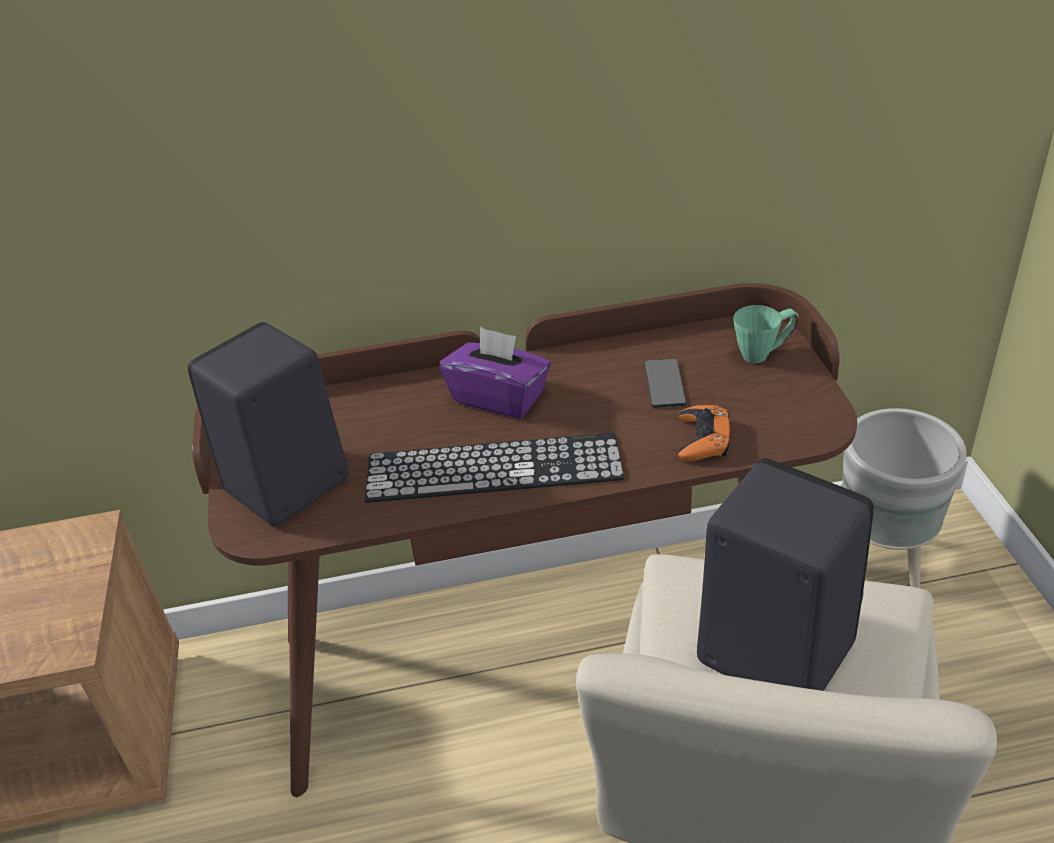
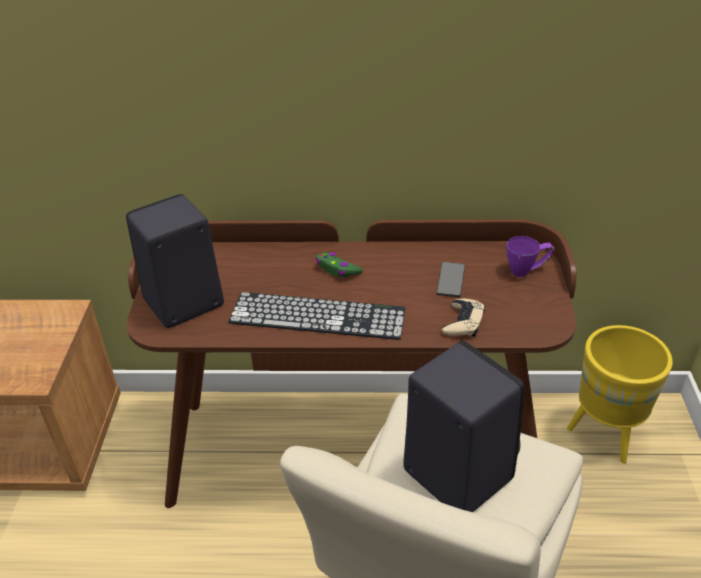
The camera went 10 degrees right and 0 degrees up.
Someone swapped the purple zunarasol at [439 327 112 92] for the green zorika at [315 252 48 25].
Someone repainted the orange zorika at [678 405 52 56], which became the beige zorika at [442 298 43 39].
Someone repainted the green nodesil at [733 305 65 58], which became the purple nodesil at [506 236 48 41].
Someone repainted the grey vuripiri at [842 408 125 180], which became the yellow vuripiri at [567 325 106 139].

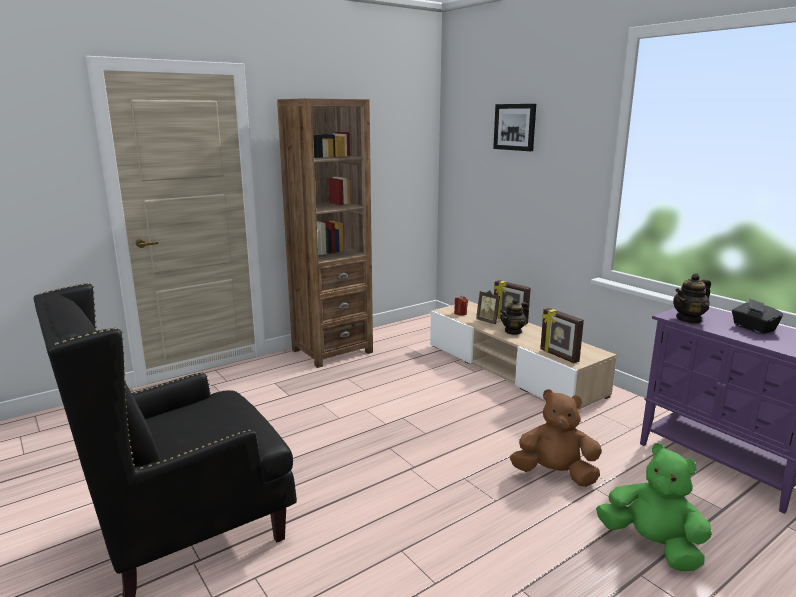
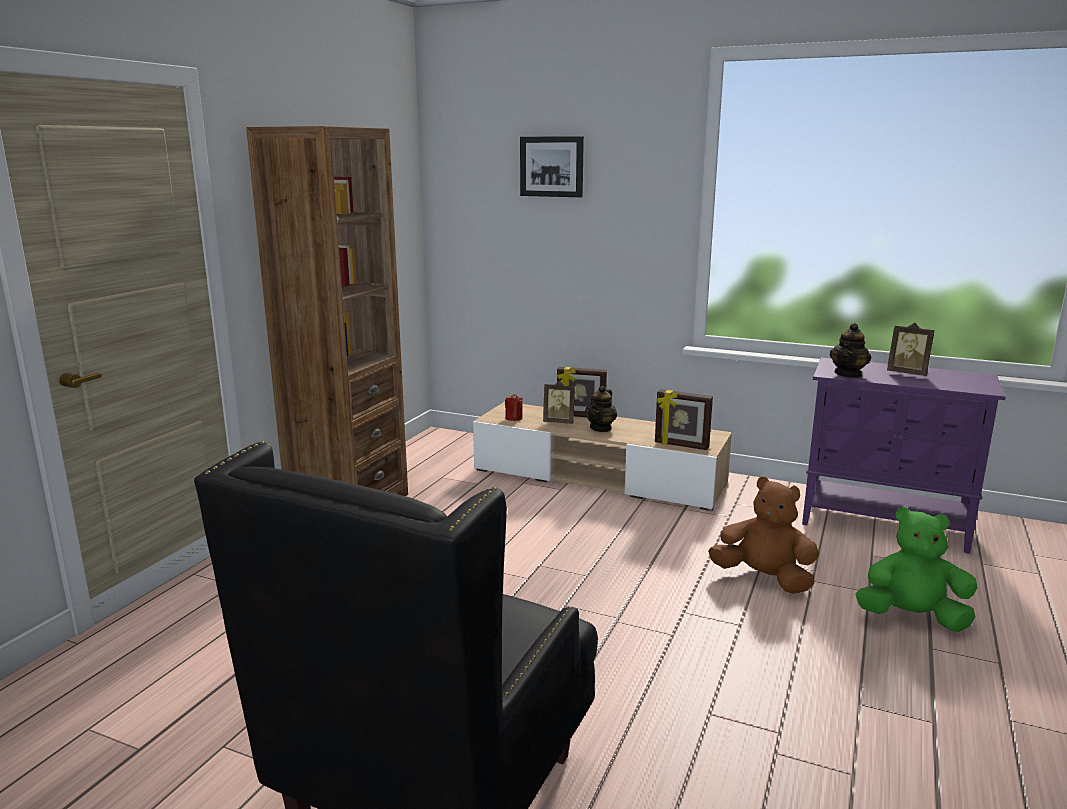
The camera went 30 degrees left and 0 degrees up.
Someone rotated the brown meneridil at [510 389 92 98] by 45 degrees clockwise.
Someone swapped the black zunarasol at [732 298 51 36] for the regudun at [887 323 48 53].

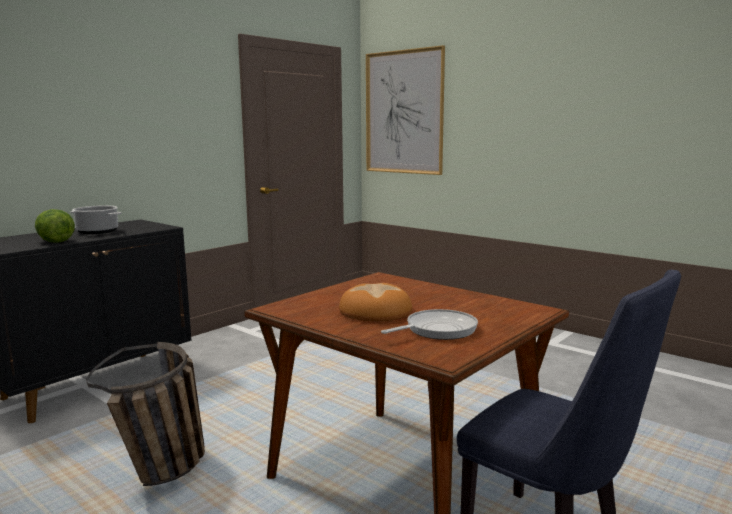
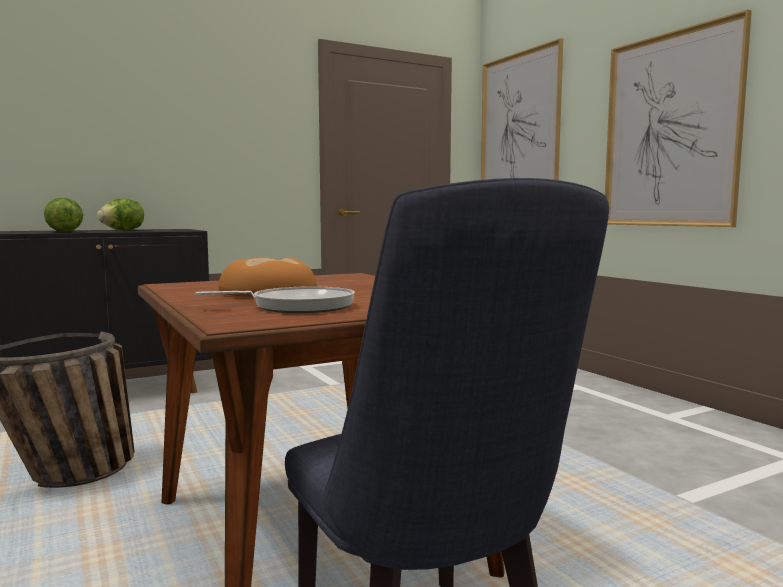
The camera went 20 degrees right and 5 degrees down.
Someone swapped the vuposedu at [70 205 52 29] for the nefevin at [97 199 47 32].
Someone put up the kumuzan at [605 9 147 218].

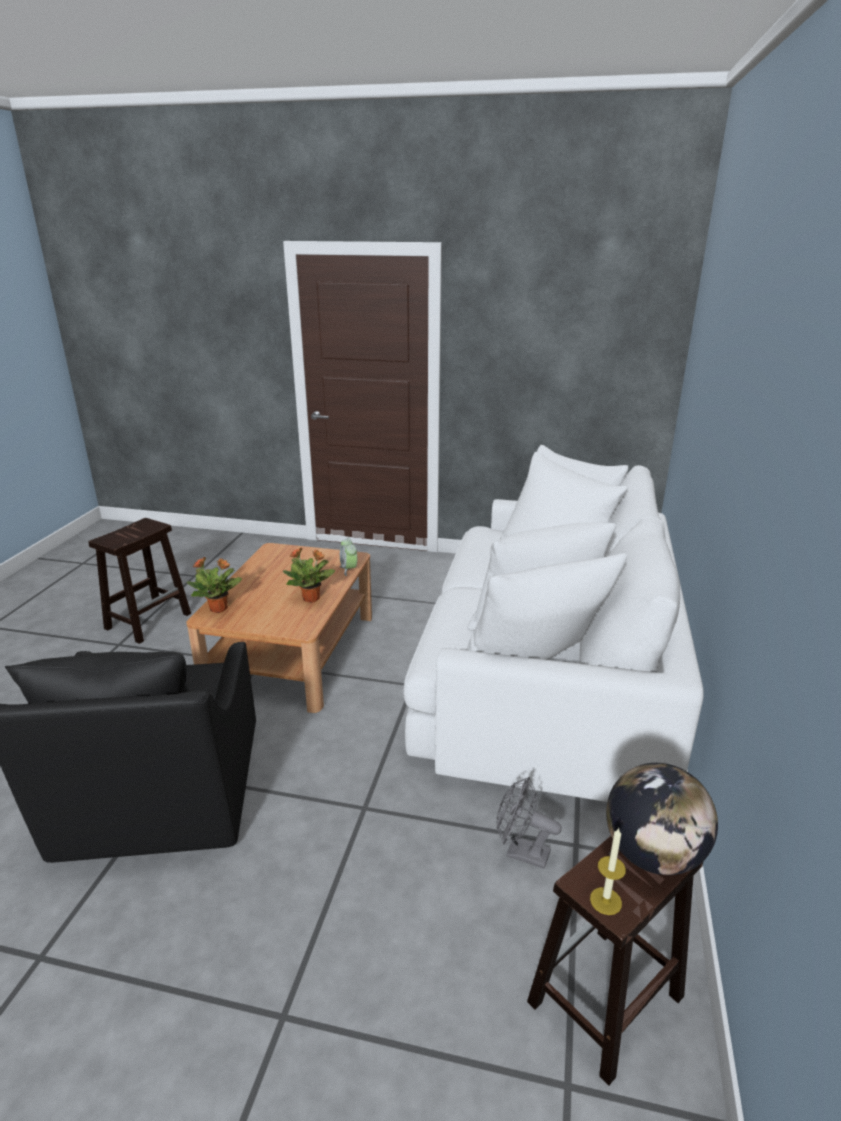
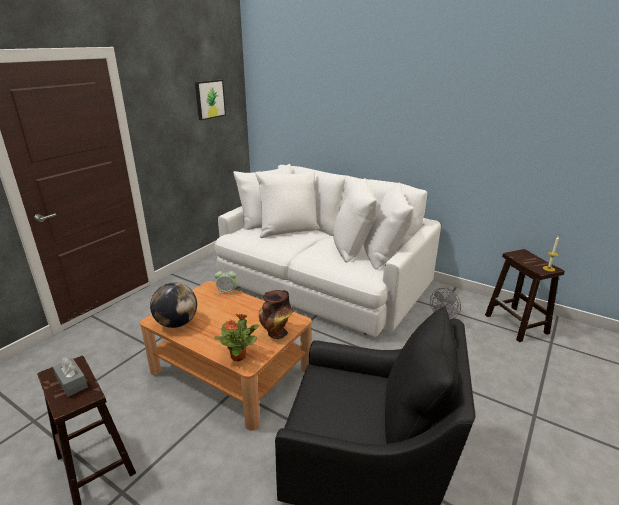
The camera went 70 degrees left and 0 degrees up.
Someone put down the grey zunarasol at [53 357 35 40].
Someone carried the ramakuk from [606 763 112 112] to [150 283 47 45].
Someone put up the kumuzan at [195 80 31 40].
Someone put down the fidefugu at [259 290 34 49].
Someone took away the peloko at [283 547 52 56].

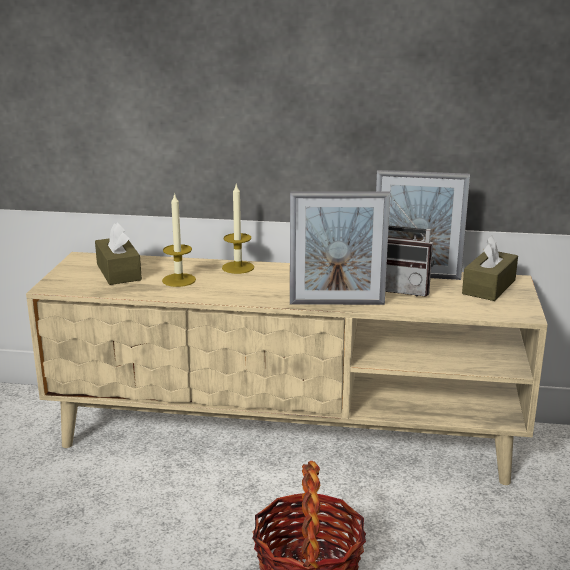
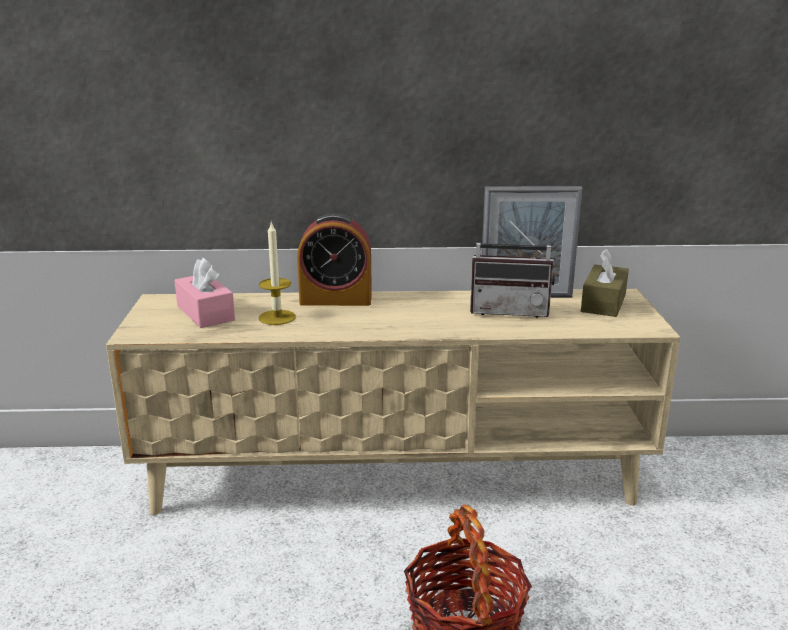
The camera went 10 degrees left and 0 degrees up.
Someone repainted the brown zunarasol at [95 223 47 62], which became the pink zunarasol at [174 258 61 70].
Someone swapped the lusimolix at [222 185 32 89] for the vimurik at [297 213 75 93].
Someone took away the regudun at [290 191 100 114].

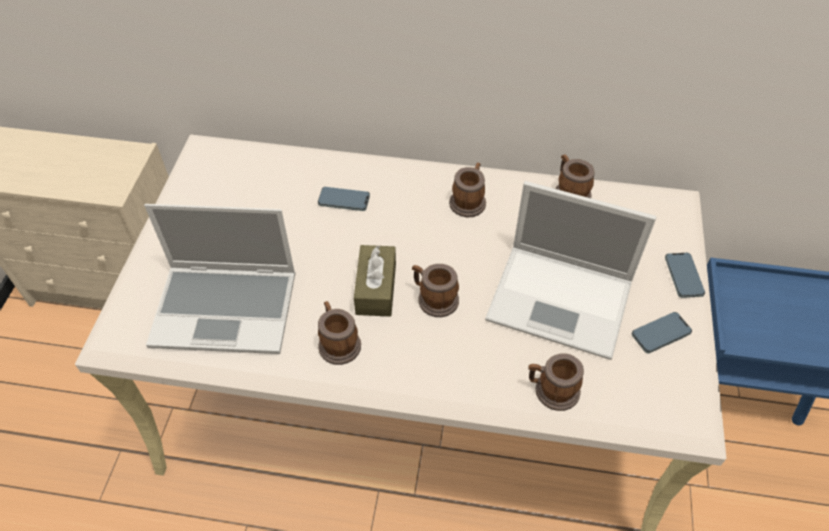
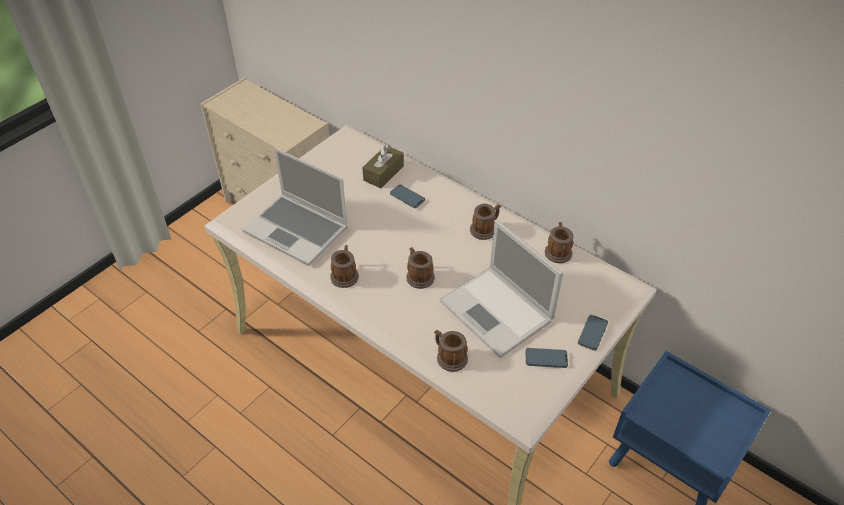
The camera went 30 degrees right and 5 degrees down.
Someone carried the brown zunarasol from [354 245 42 72] to [362 145 42 43].

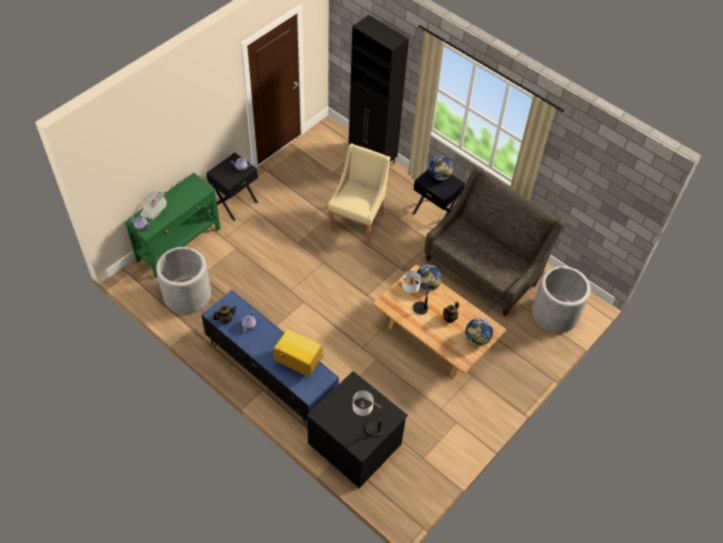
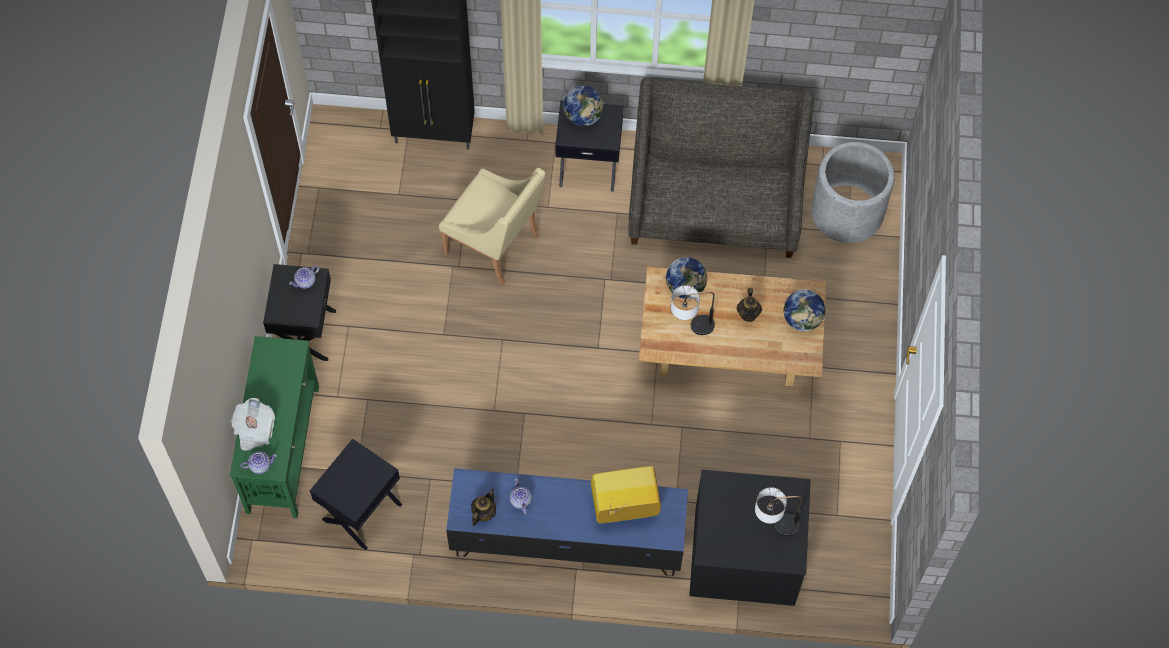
The camera went 35 degrees left and 10 degrees up.
Someone swapped the grey vuripiri at [156 247 55 67] for the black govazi at [310 439 92 111].
Someone rotated the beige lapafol at [328 143 63 101] by 135 degrees clockwise.

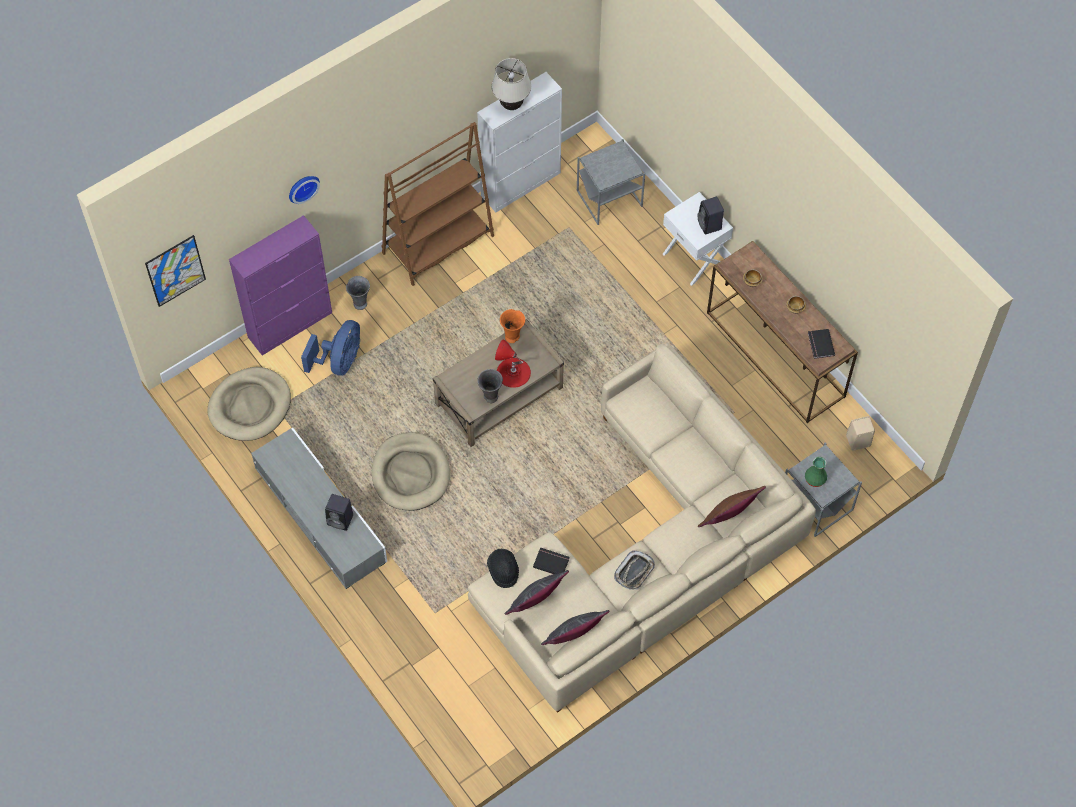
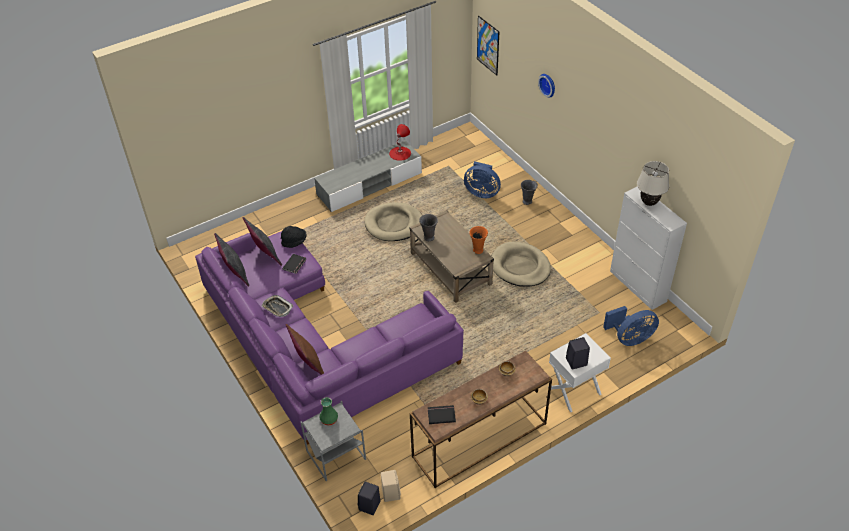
The camera went 95 degrees right and 15 degrees down.
Someone repainted the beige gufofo at [468 343 348 370], which became the purple gufofo at [195 231 269 214].
Someone carried the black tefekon from [325 494 28 37] to [358 481 23 34].
Someone carried the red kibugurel from [495 340 36 48] to [389 124 22 37].
Someone carried the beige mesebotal from [208 367 83 74] to [492 242 59 45].
Someone swapped the grey govazi at [577 139 68 86] for the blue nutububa at [603 306 56 40].
Someone took away the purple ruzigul at [229 215 103 140].
Someone took away the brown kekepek at [382 122 112 164].

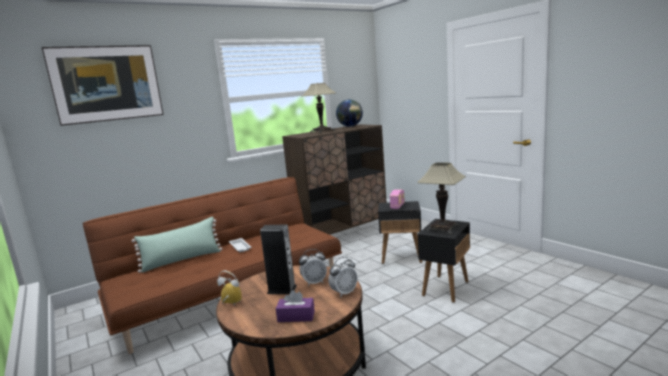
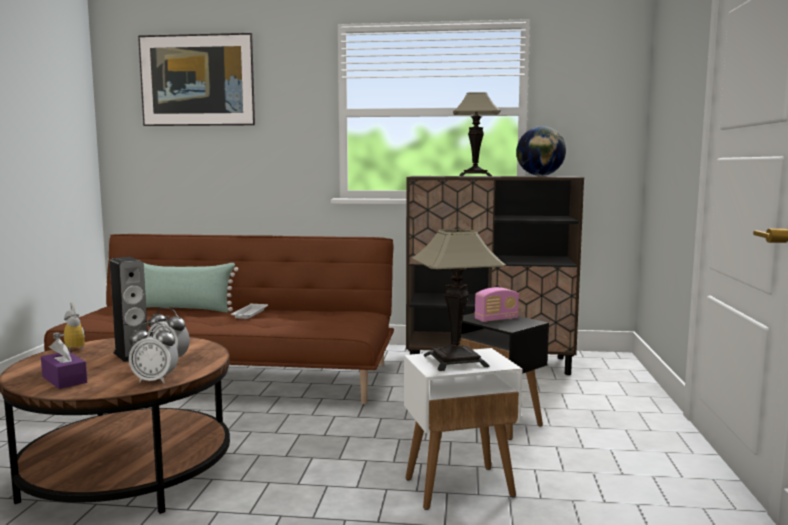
The camera went 40 degrees right and 5 degrees down.
Someone repainted the black govazi at [418 219 52 84], which became the white govazi at [404 348 118 162].

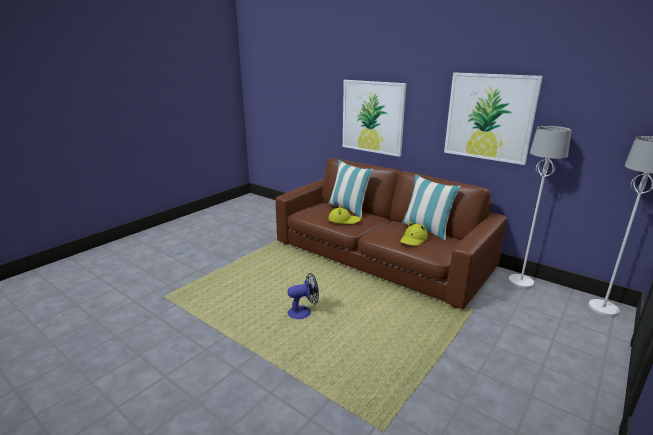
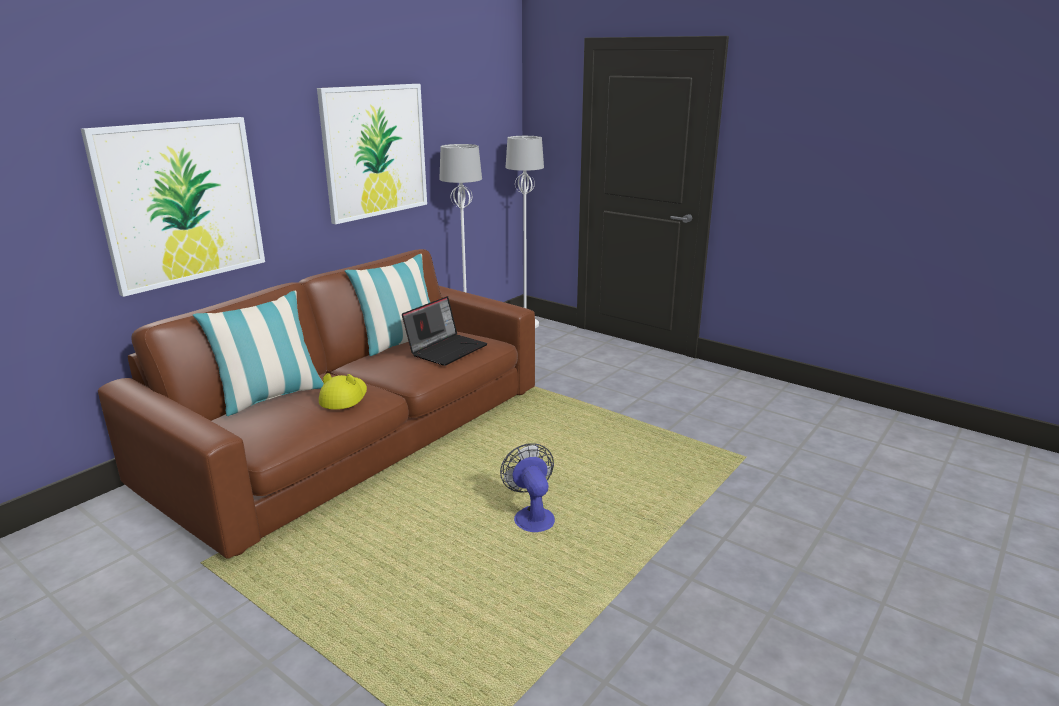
The camera went 90 degrees left and 0 degrees up.
Someone swapped the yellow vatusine at [400 222 28 24] for the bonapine at [402 296 86 70].

